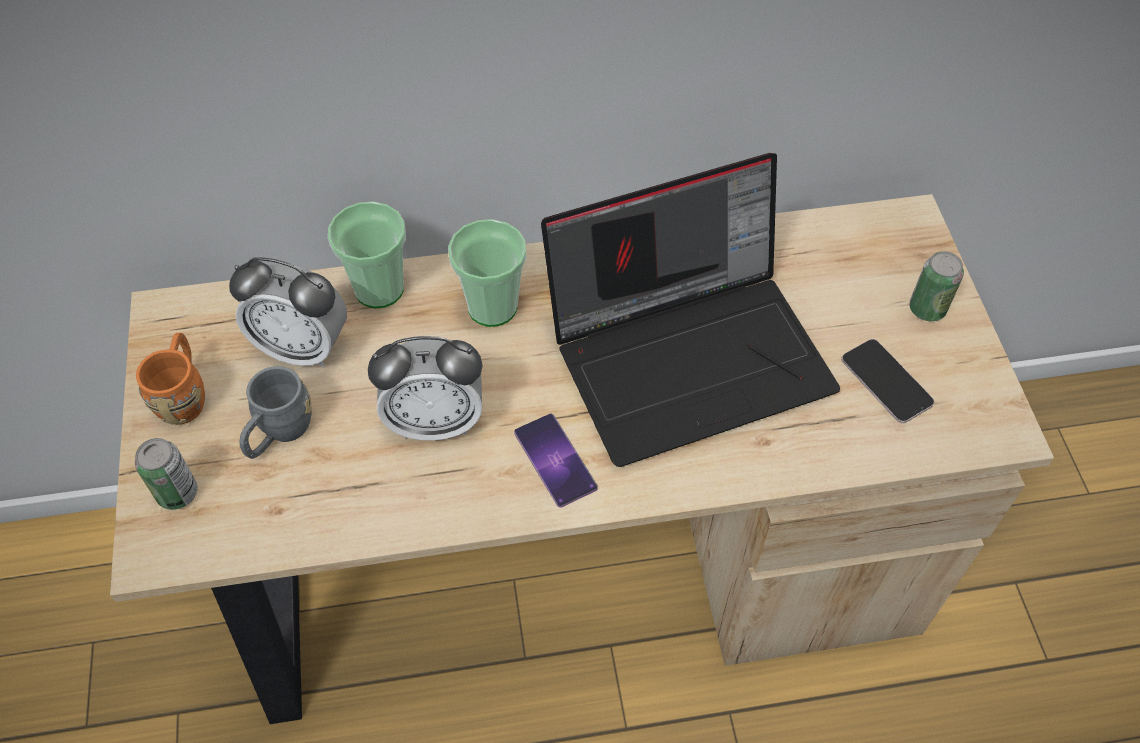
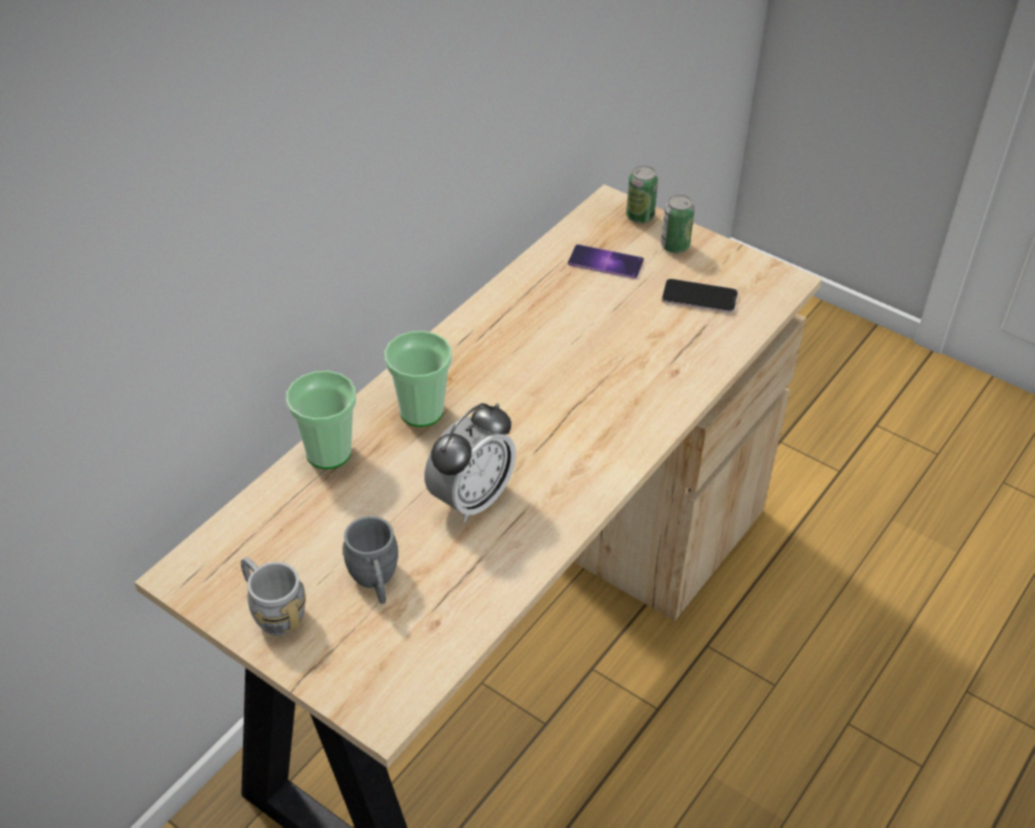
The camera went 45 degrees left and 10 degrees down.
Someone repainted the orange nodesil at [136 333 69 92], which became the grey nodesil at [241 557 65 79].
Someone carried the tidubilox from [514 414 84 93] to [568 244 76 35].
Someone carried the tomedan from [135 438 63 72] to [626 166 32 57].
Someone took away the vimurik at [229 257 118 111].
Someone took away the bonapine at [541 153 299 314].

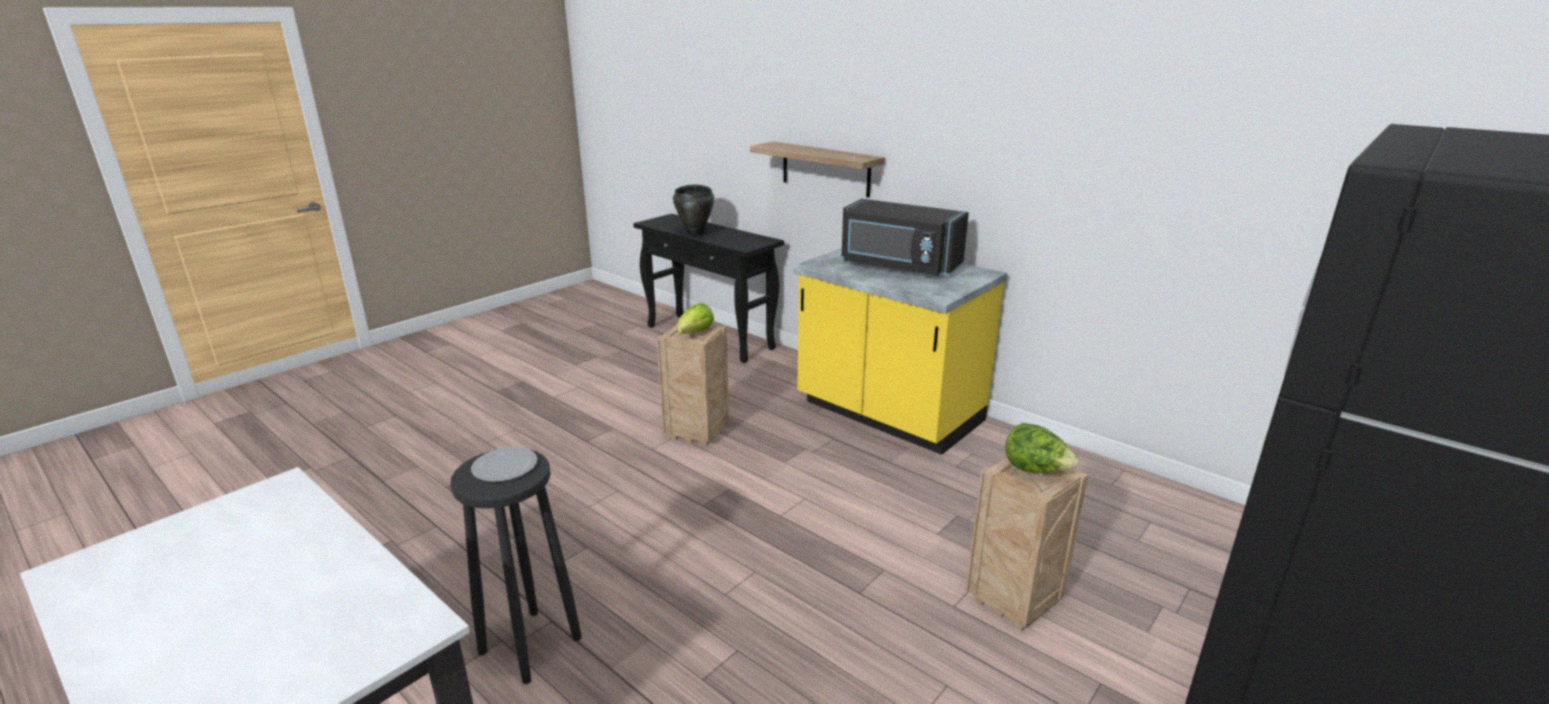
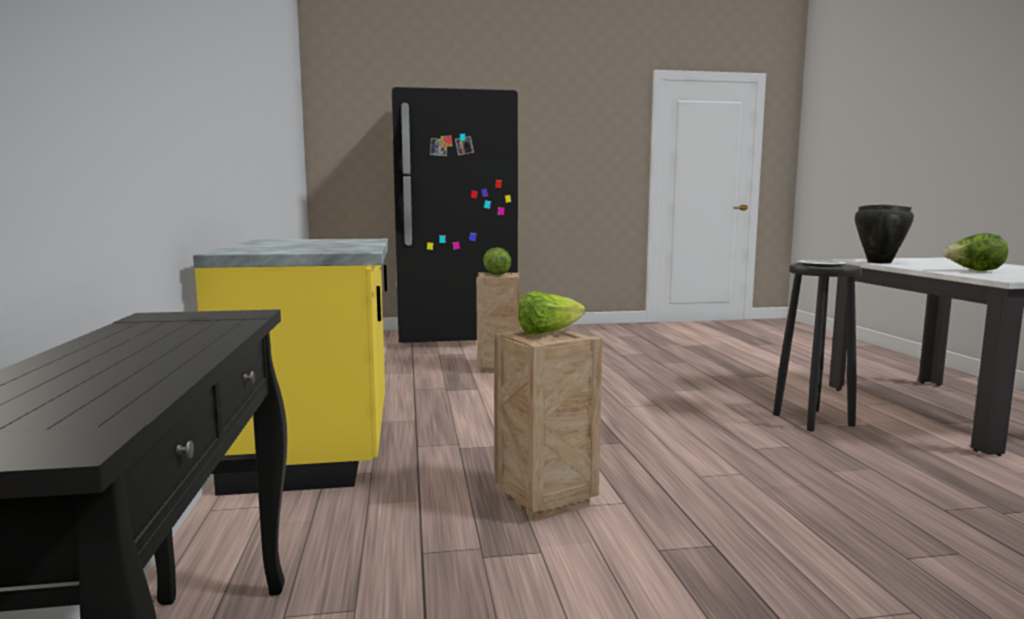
The camera went 140 degrees left and 15 degrees down.
Someone carried the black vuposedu from [673 184 42 52] to [855 205 59 59].
Someone put down the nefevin at [943 233 65 38].
Someone took away the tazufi at [750 141 135 57].
Someone took away the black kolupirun at [841 199 128 78].

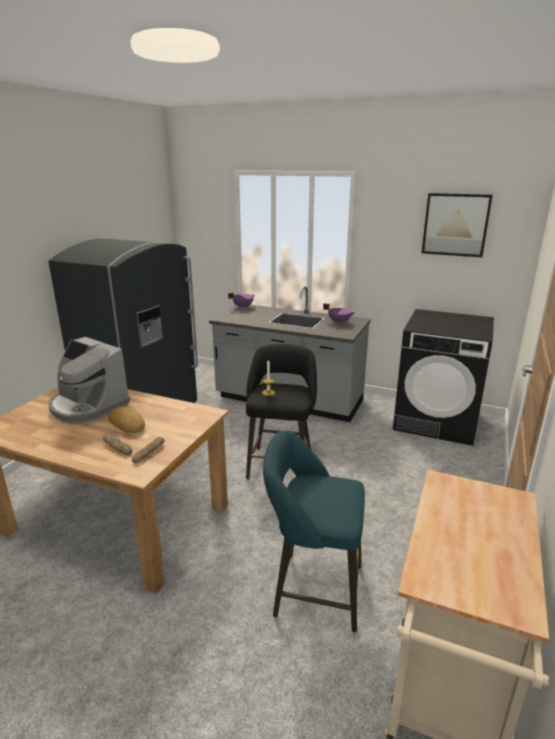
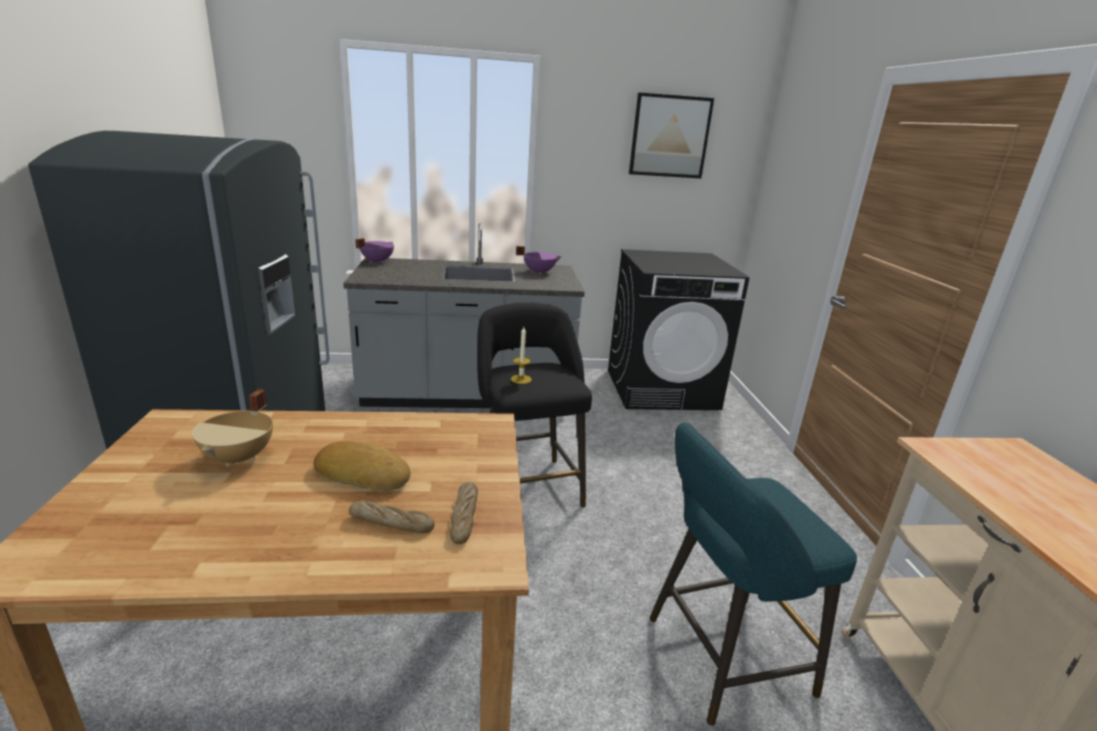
The camera went 30 degrees left and 0 degrees up.
Someone swapped the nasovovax at [49 337 81 87] for the beige vuposedu at [192 389 81 78].

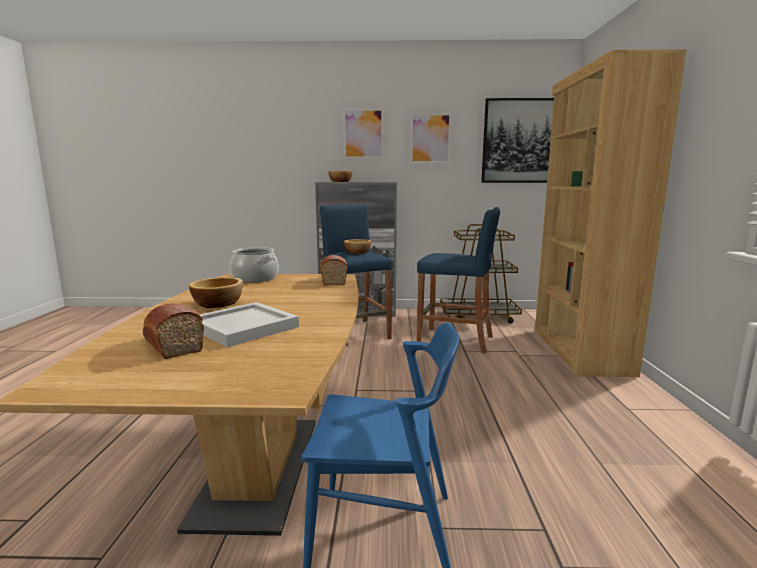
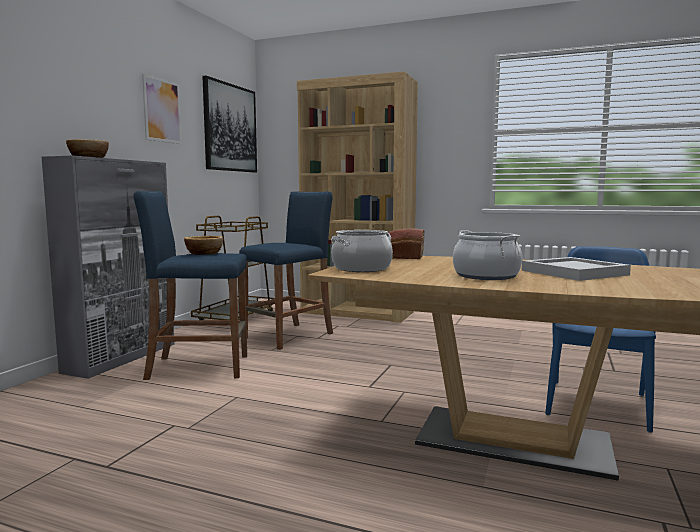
The camera went 70 degrees left and 5 degrees down.
Someone swapped the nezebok at [189 277 54 31] for the vuposedu at [453 230 69 50].
Someone took away the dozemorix at [143 303 61 56].
Someone took away the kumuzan at [343 108 41 51].

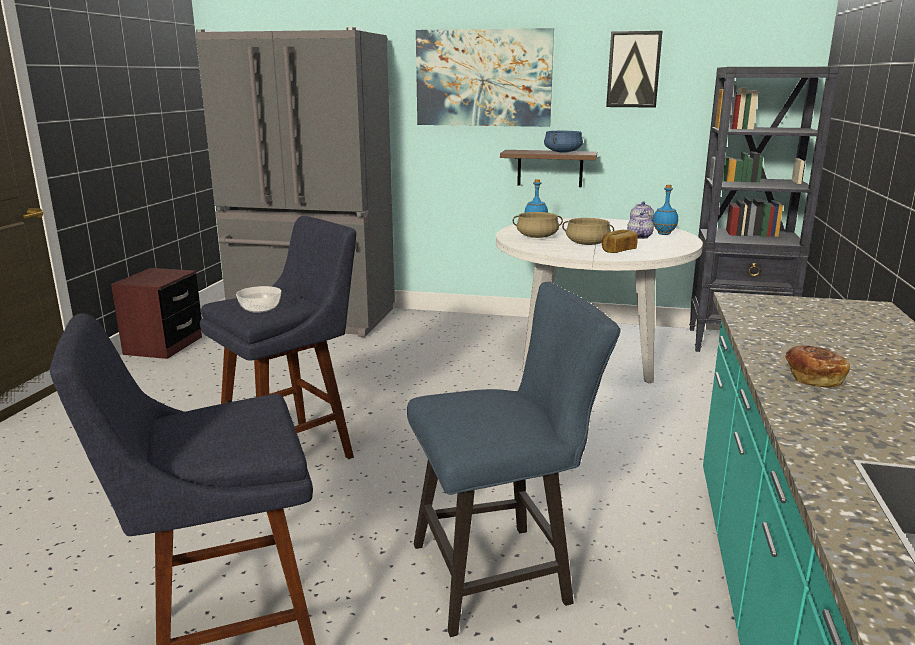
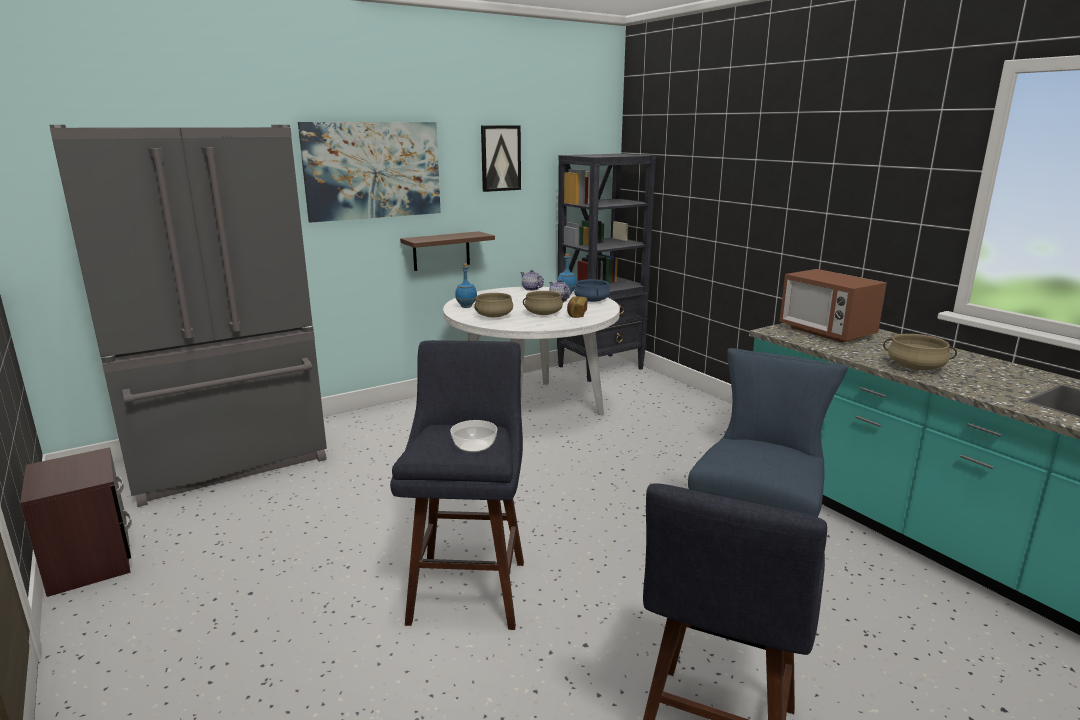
The camera went 45 degrees left and 0 degrees up.
Someone carried the blue vuposedu from [544 131 39 21] to [574 279 36 23].
Someone put down the kolupirun at [779 269 108 73].
Someone swapped the dozemorix at [785 345 65 43] for the beige vuposedu at [883 334 74 36].

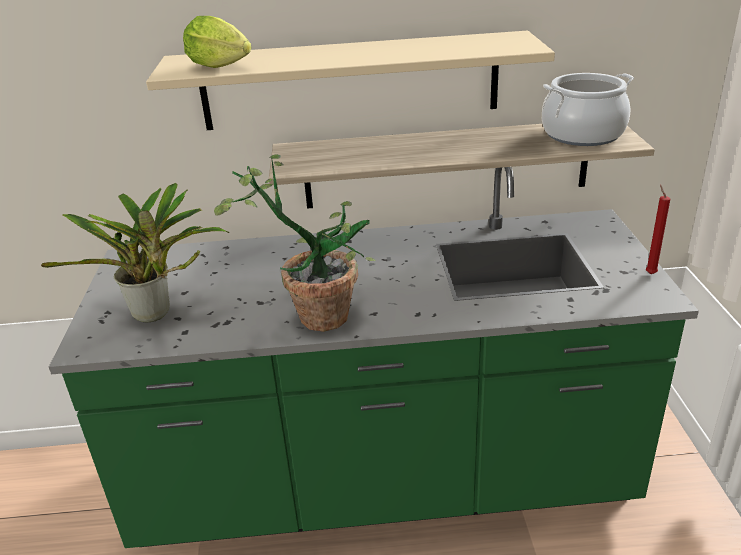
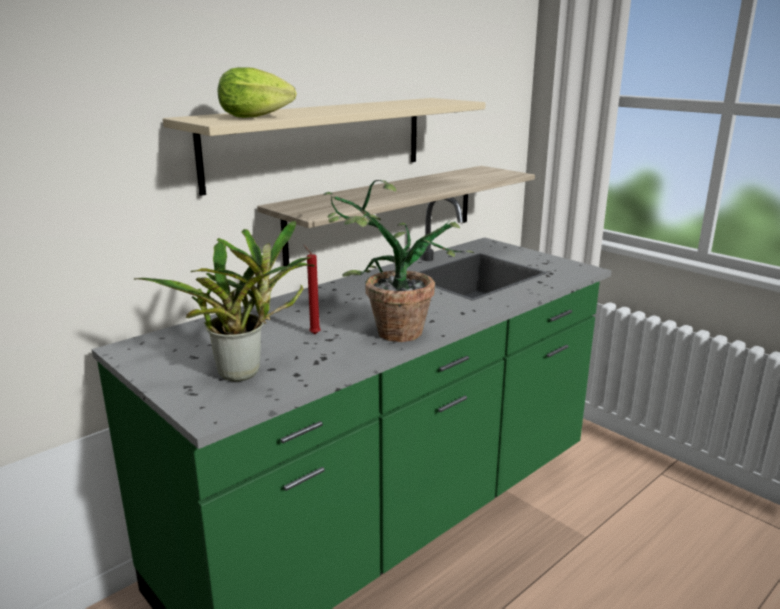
The camera went 40 degrees left and 10 degrees down.
Someone carried the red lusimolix from [646 185 24 89] to [304 245 17 89].
Someone took away the vuposedu at [542 73 92 73].

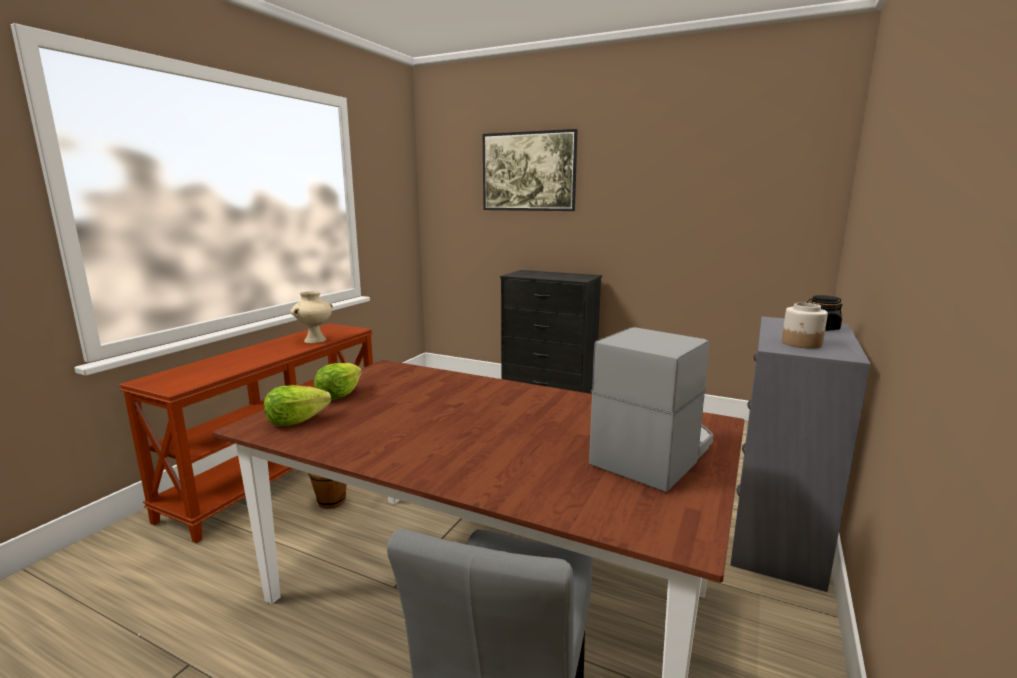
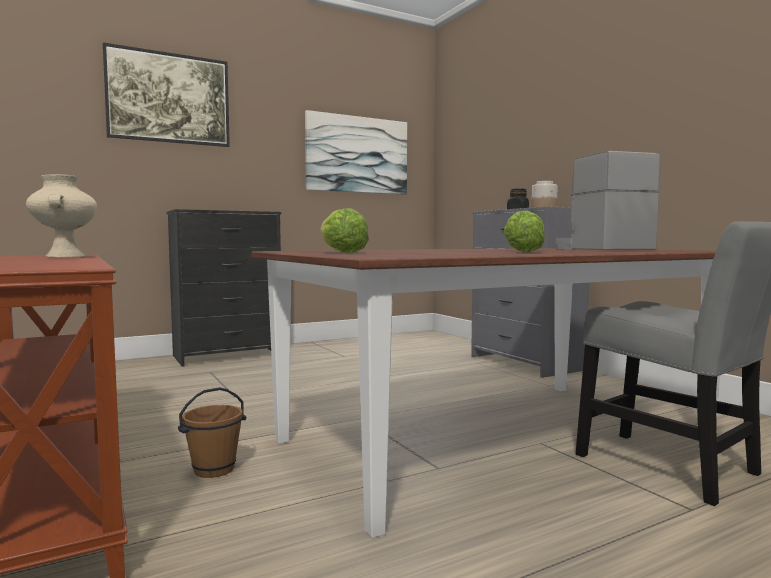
The camera went 55 degrees left and 10 degrees down.
Someone put up the kumuzan at [305 110 102 85].
Someone carried the nefevin from [264 385 67 41] to [504 210 41 42].

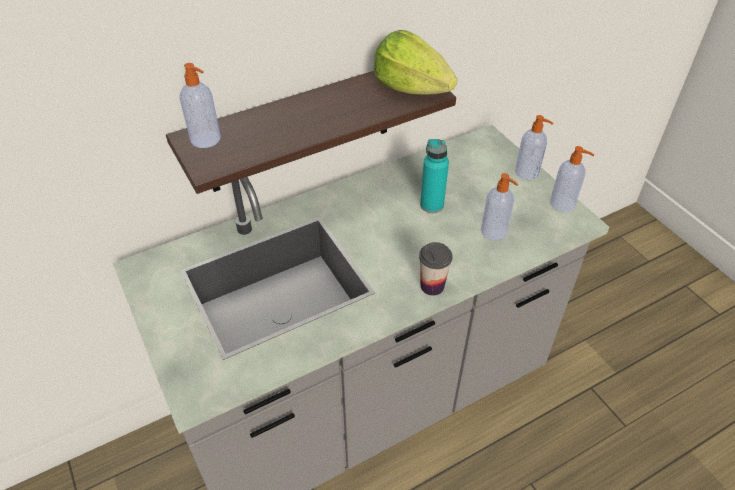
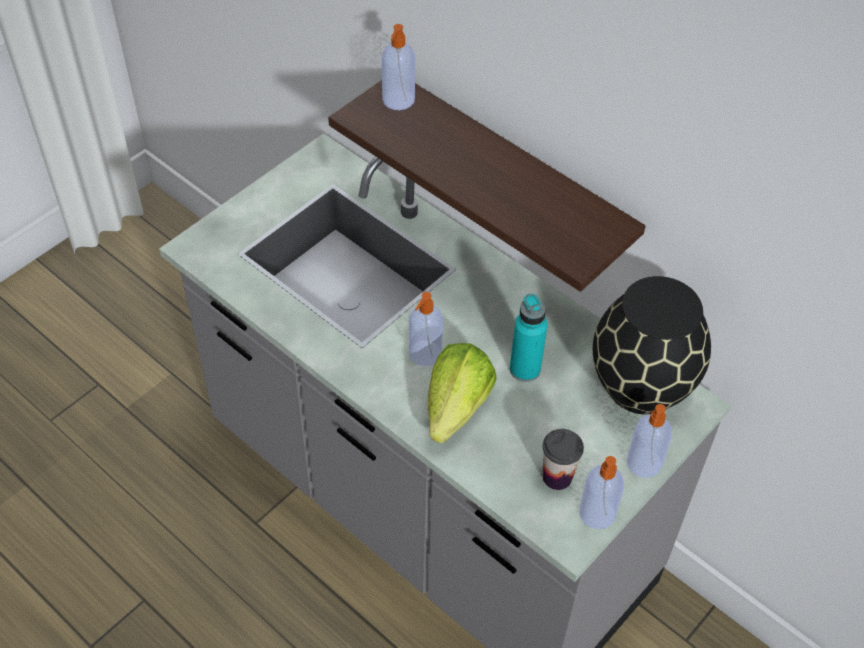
The camera went 70 degrees right and 5 degrees up.
Someone carried the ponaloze from [481 173 38 67] to [409 292 34 74].
Someone carried the nefevin from [374 30 83 65] to [428 343 68 100].
Someone carried the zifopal from [419 242 34 54] to [543 429 41 61].
Someone put down the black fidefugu at [593 276 118 138].

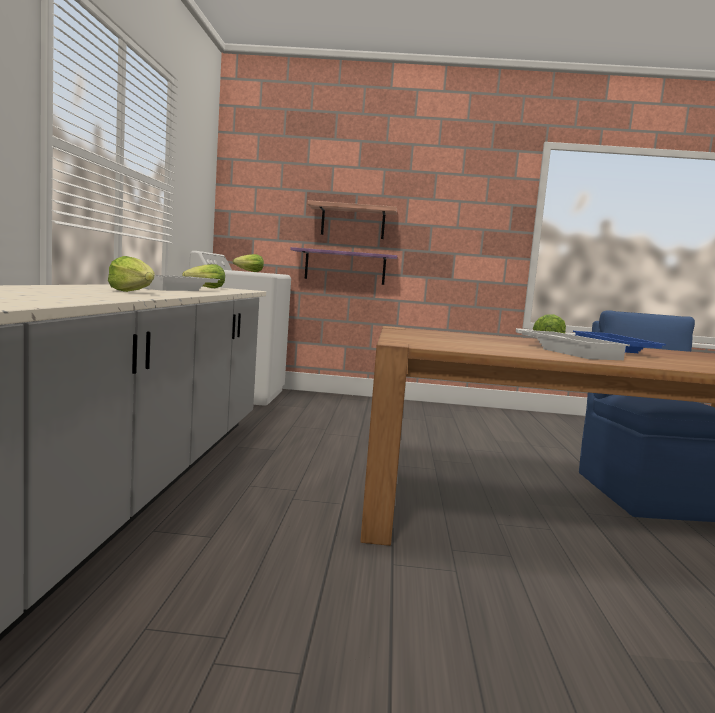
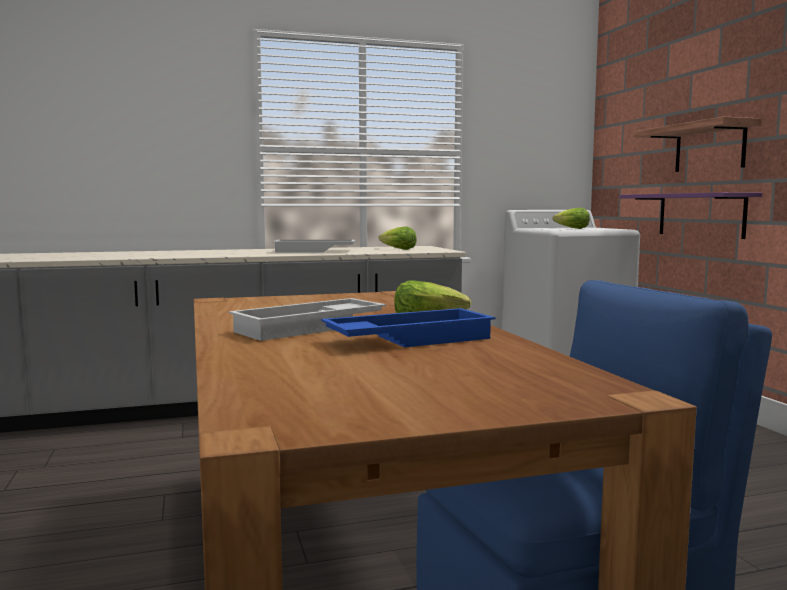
The camera went 70 degrees right and 0 degrees up.
Someone took away the nefevin at [108 256 47 36].

